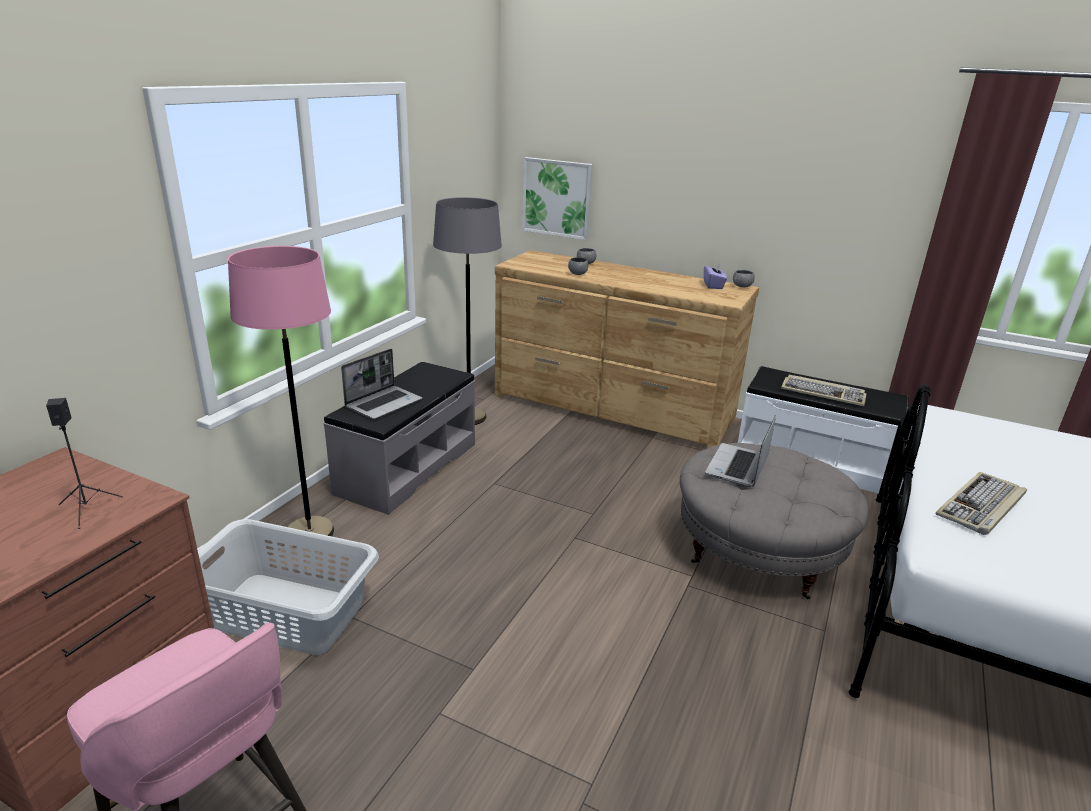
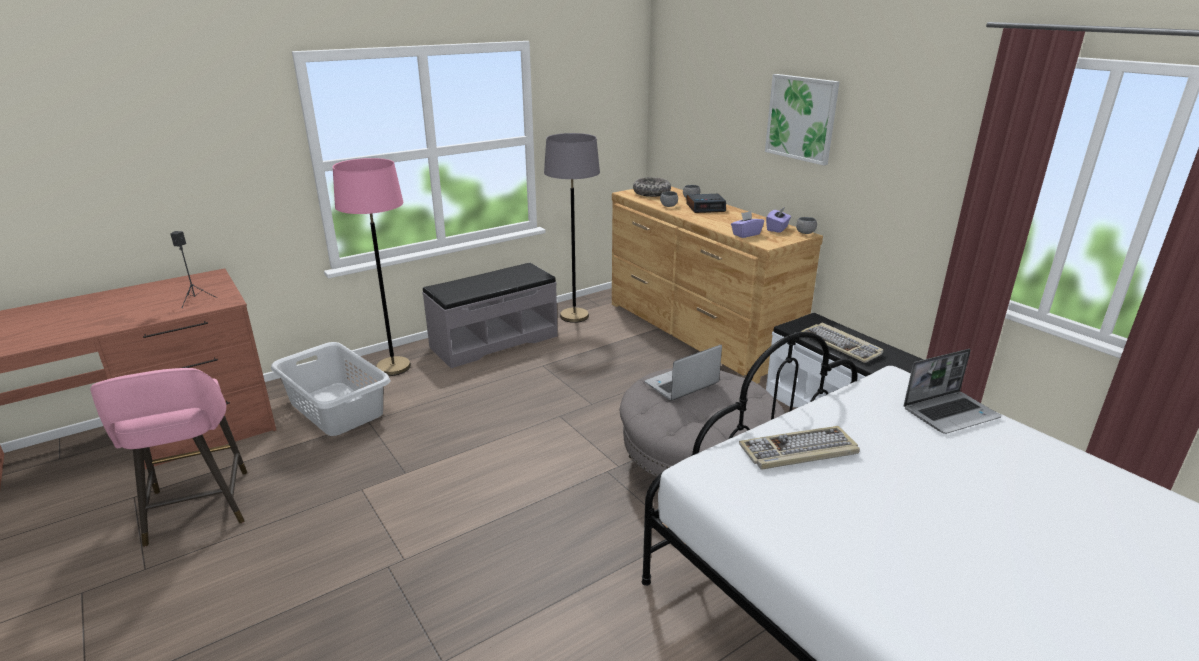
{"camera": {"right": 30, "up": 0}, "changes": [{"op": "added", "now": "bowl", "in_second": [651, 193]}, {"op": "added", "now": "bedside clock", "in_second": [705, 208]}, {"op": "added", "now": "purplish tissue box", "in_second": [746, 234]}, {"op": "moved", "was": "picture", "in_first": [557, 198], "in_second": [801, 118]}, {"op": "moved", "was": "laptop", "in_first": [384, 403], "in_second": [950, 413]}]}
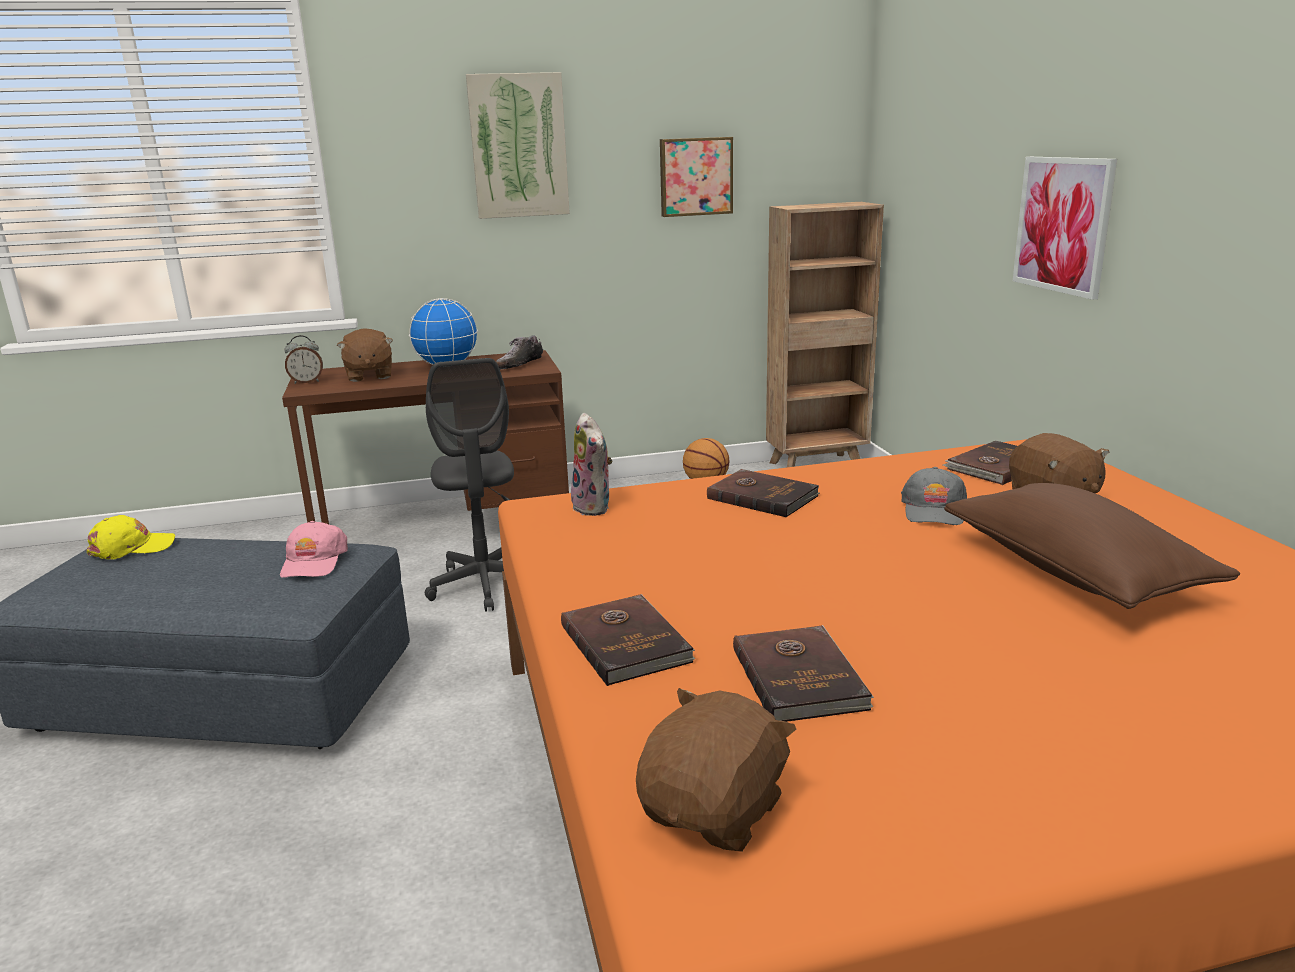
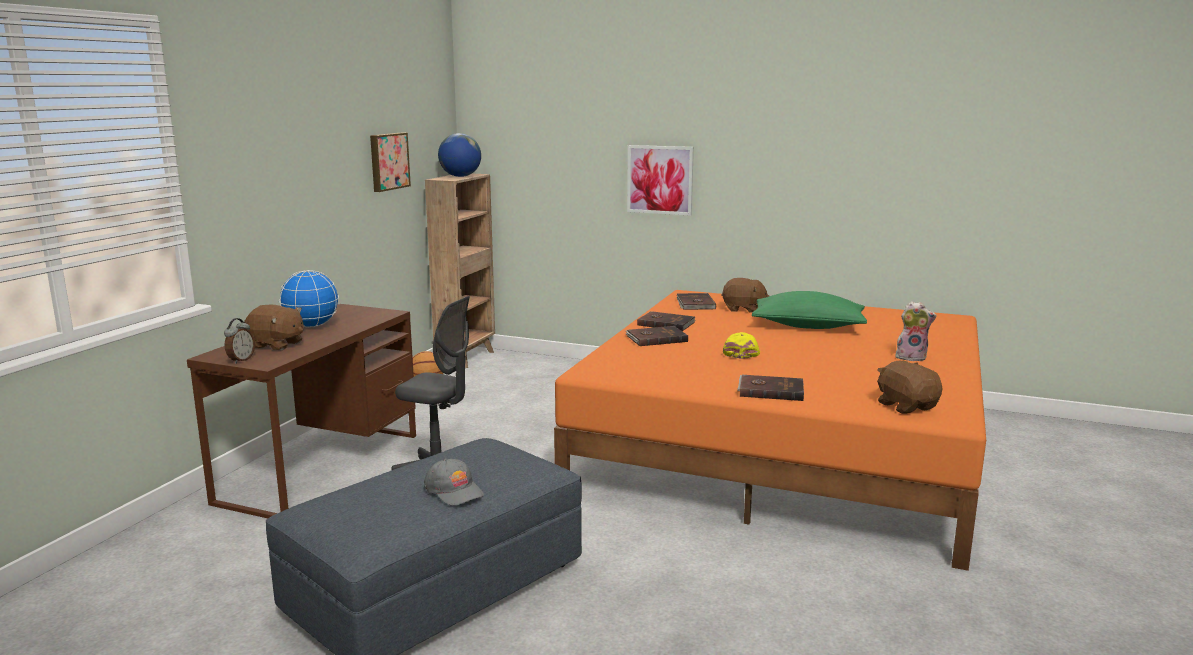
{"camera": {"right": -55, "up": -5}, "changes": [{"op": "moved", "was": "gray cap", "in_first": [934, 510], "in_second": [454, 491]}, {"op": "added", "now": "desk globe", "in_second": [460, 176]}, {"op": "moved", "was": "brownish bound book", "in_first": [800, 677], "in_second": [666, 323]}, {"op": "moved", "was": "yellowish cap", "in_first": [132, 548], "in_second": [741, 352]}, {"op": "recoloured", "was": "brownish cushion", "now": "green cushion", "in_first": [1073, 572], "in_second": [808, 326]}, {"op": "moved", "was": "cuddly toy", "in_first": [595, 507], "in_second": [911, 357]}, {"op": "removed", "was": "pinkish cap", "in_first": [314, 562]}, {"op": "removed", "was": "picture", "in_first": [518, 146]}, {"op": "removed", "was": "item of footwear", "in_first": [519, 364]}]}
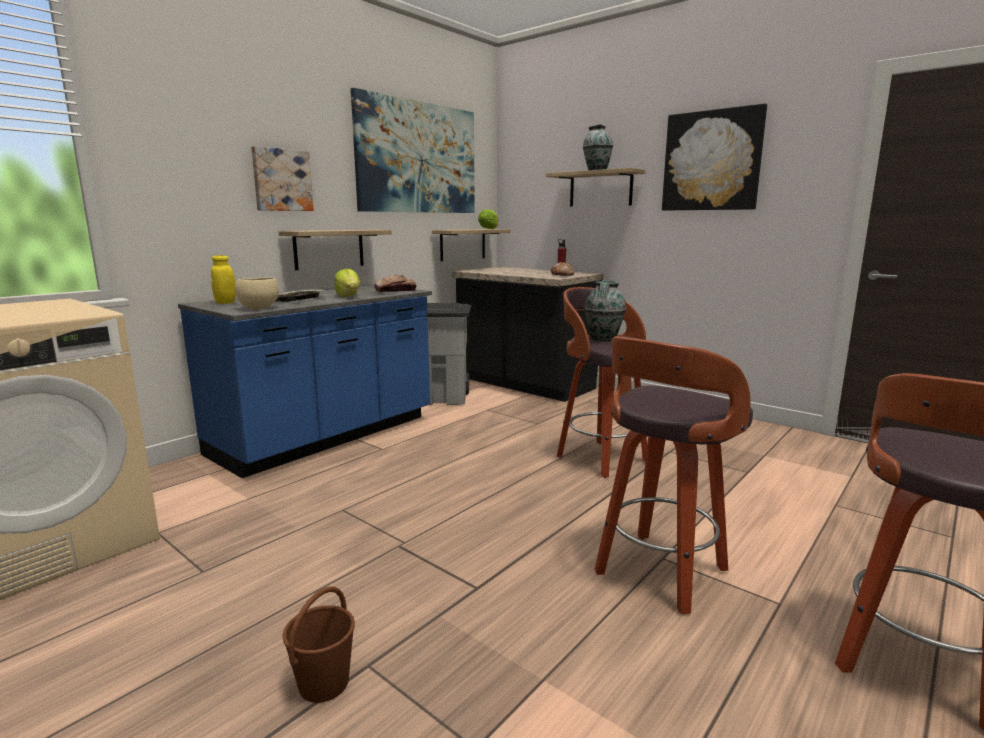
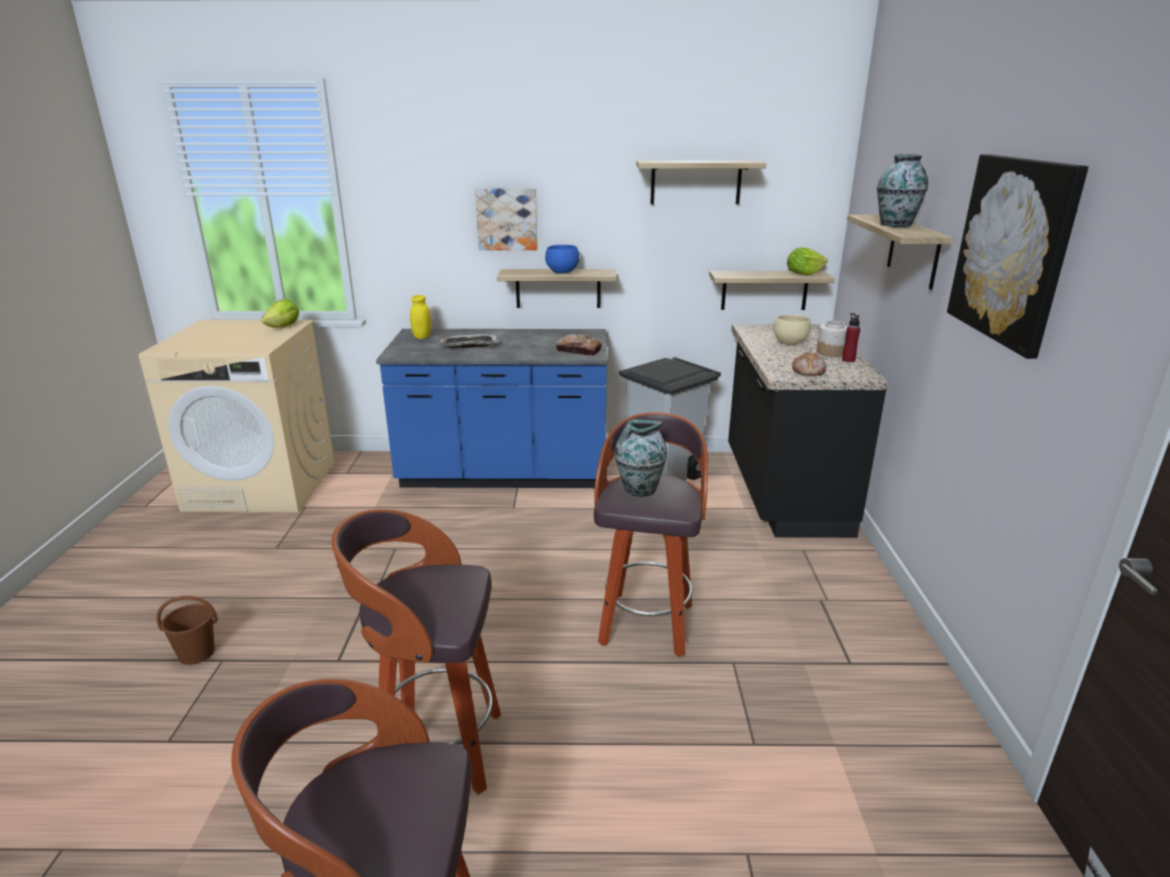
{"camera": {"right": 50, "up": 10}, "changes": [{"op": "moved", "was": "lettuce head", "in_first": [348, 296], "in_second": [284, 327]}, {"op": "added", "now": "blue bowl", "in_second": [561, 272]}, {"op": "replaced", "was": "picture", "now": "bracket shelf", "in_first": [418, 158], "in_second": [695, 182]}, {"op": "moved", "was": "beige bowl", "in_first": [258, 308], "in_second": [789, 343]}, {"op": "added", "now": "storage jar", "in_second": [831, 352]}]}
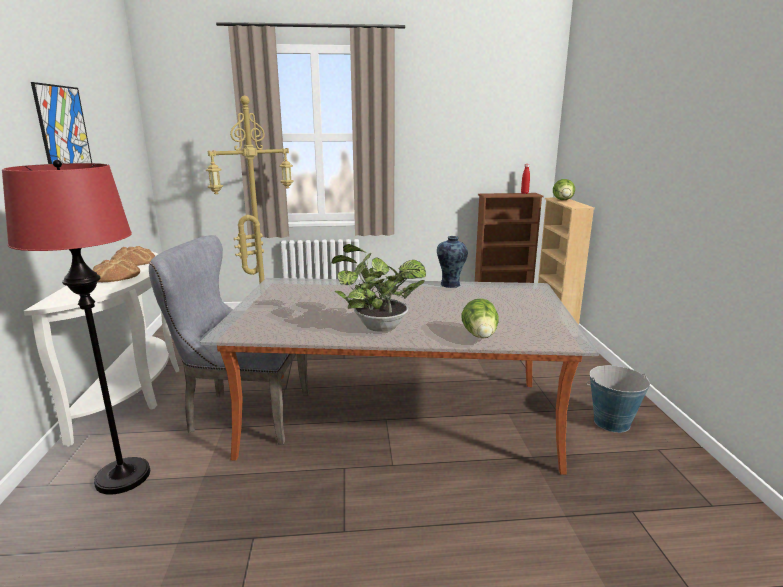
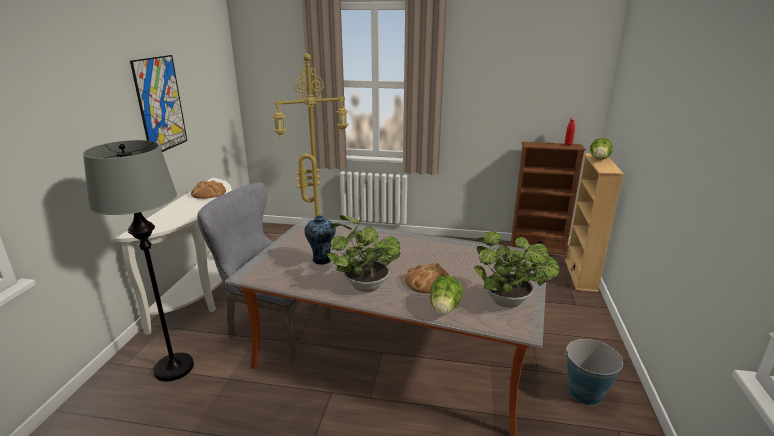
{"camera": {"right": 15, "up": 5}, "changes": [{"op": "recoloured", "was": "red floor lamp", "now": "gray floor lamp", "in_first": [123, 477], "in_second": [174, 368]}, {"op": "moved", "was": "decorative vase", "in_first": [450, 285], "in_second": [321, 260]}, {"op": "moved", "was": "bread", "in_first": [115, 275], "in_second": [428, 281]}, {"op": "added", "now": "plant in a pot", "in_second": [509, 303]}]}
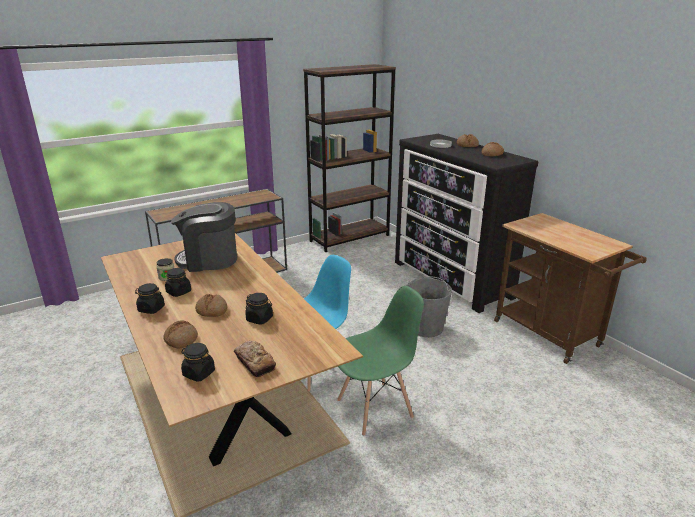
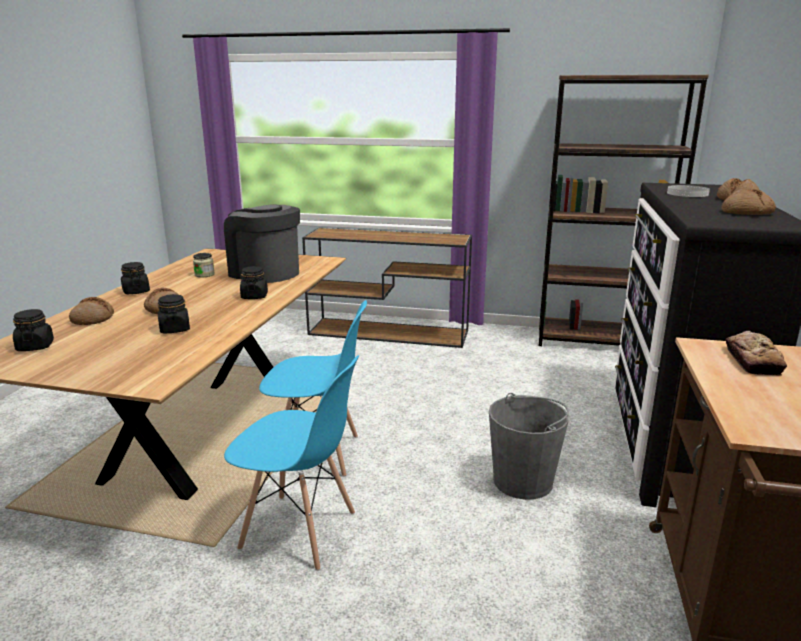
{"camera": {"right": 45, "up": -5}, "changes": [{"op": "recoloured", "was": "green chair", "now": "blue chair", "in_first": [375, 408], "in_second": [299, 531]}, {"op": "moved", "was": "black storage jar", "in_first": [178, 292], "in_second": [254, 296]}, {"op": "moved", "was": "bread", "in_first": [254, 362], "in_second": [752, 361]}]}
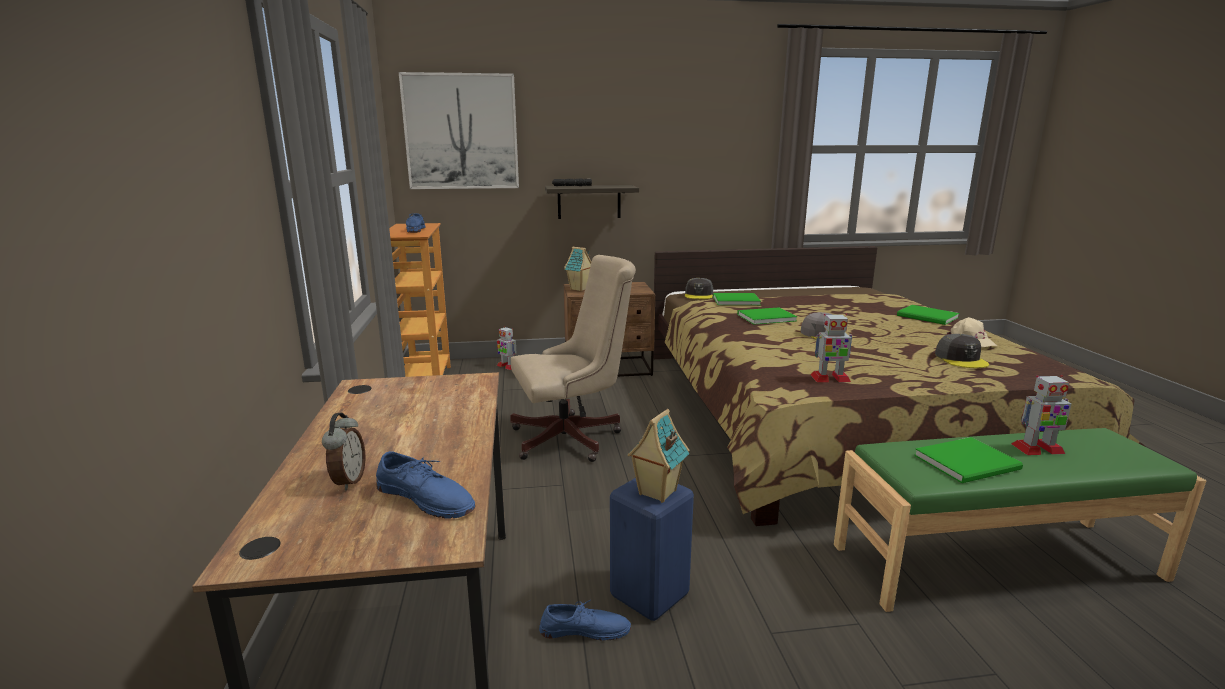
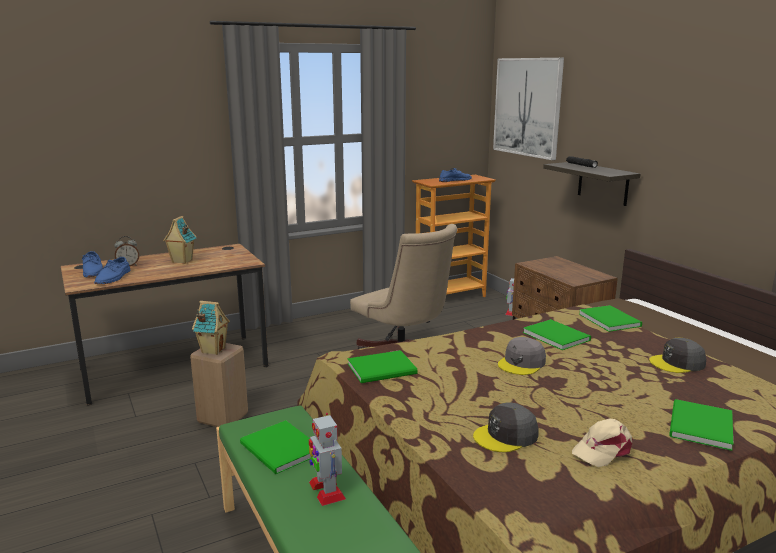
{"camera": {"right": 70, "up": 0}, "changes": [{"op": "moved", "was": "blue item of footwear", "in_first": [585, 629], "in_second": [93, 271]}, {"op": "moved", "was": "model house", "in_first": [580, 289], "in_second": [181, 261]}, {"op": "recoloured", "was": "blue sitting stool", "now": "beige sitting stool", "in_first": [652, 594], "in_second": [223, 419]}, {"op": "replaced", "was": "model robot", "now": "green bound book", "in_first": [829, 378], "in_second": [384, 369]}, {"op": "moved", "was": "gray cap", "in_first": [699, 295], "in_second": [677, 363]}]}
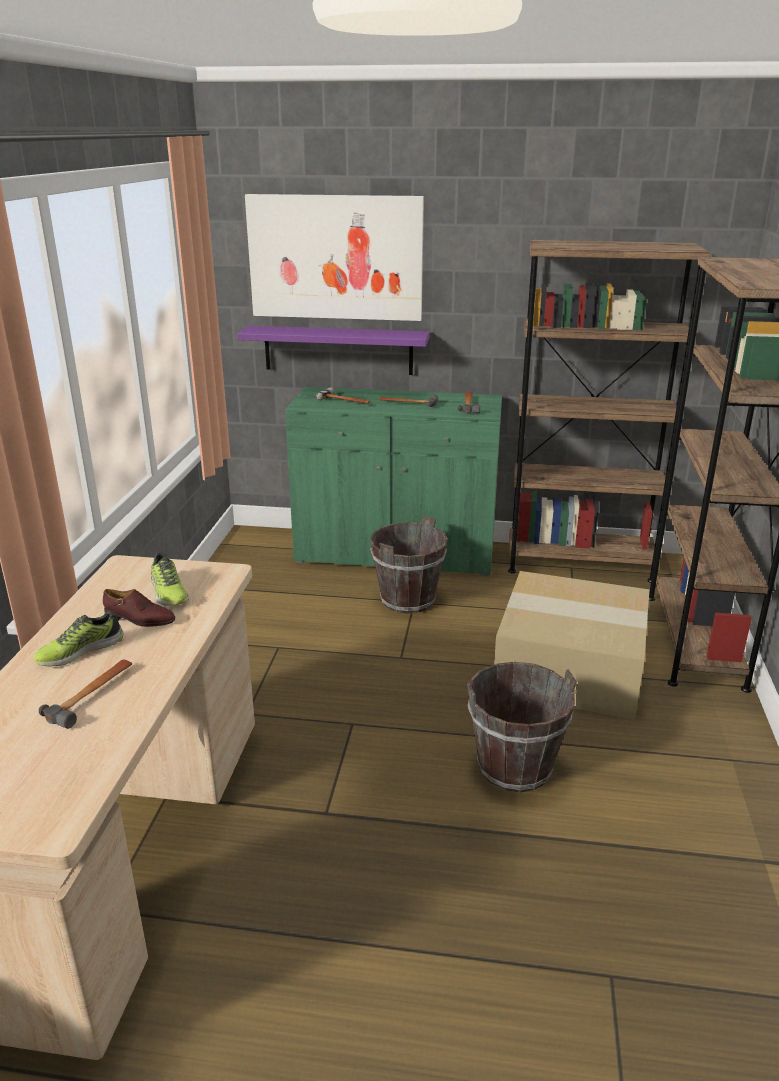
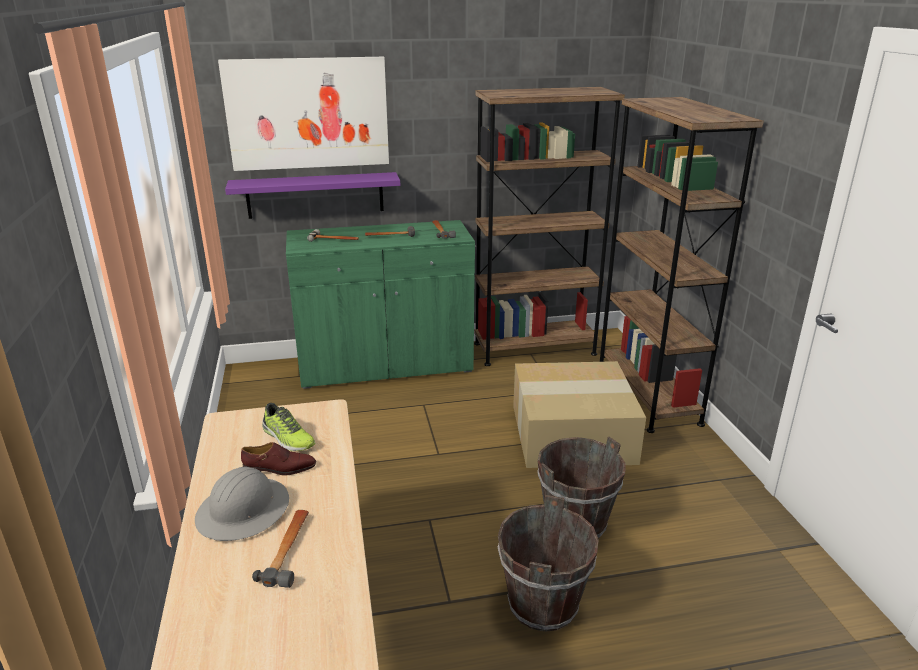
{"camera": {"right": -20, "up": 0}, "changes": [{"op": "replaced", "was": "item of footwear", "now": "gray work helmet", "in_first": [80, 651], "in_second": [244, 511]}, {"op": "moved", "was": "brownish pail", "in_first": [408, 600], "in_second": [543, 605]}]}
